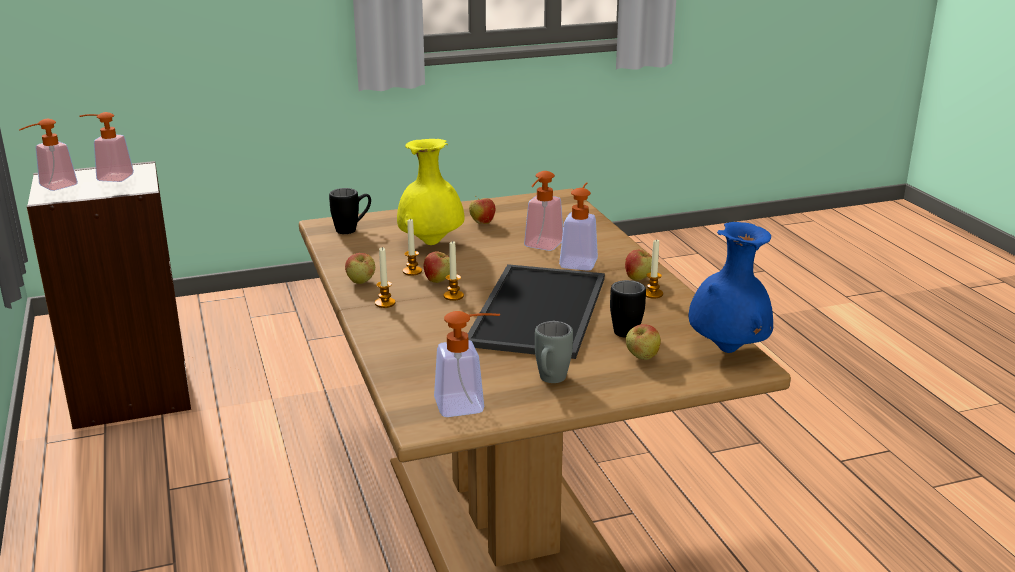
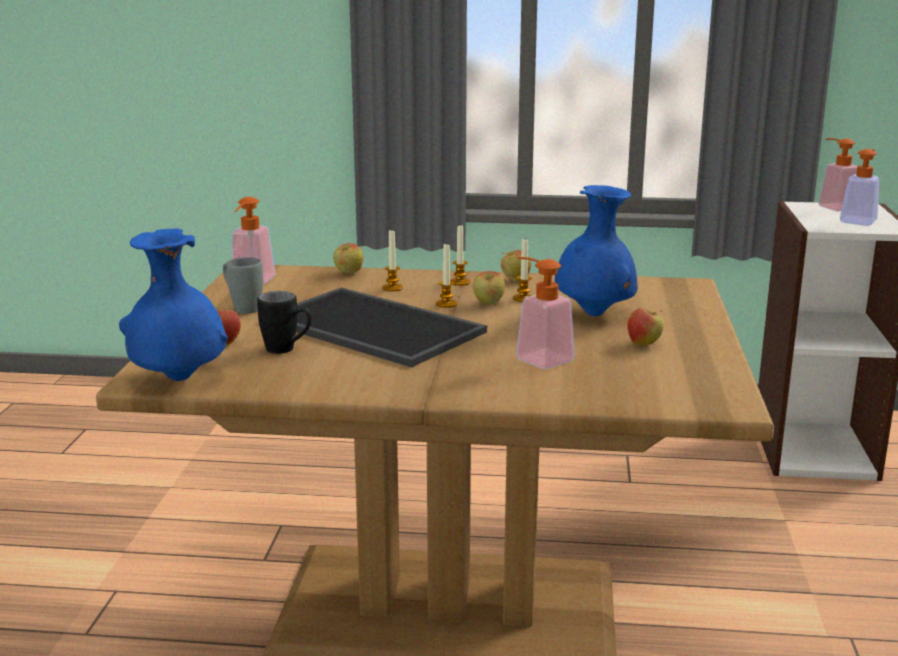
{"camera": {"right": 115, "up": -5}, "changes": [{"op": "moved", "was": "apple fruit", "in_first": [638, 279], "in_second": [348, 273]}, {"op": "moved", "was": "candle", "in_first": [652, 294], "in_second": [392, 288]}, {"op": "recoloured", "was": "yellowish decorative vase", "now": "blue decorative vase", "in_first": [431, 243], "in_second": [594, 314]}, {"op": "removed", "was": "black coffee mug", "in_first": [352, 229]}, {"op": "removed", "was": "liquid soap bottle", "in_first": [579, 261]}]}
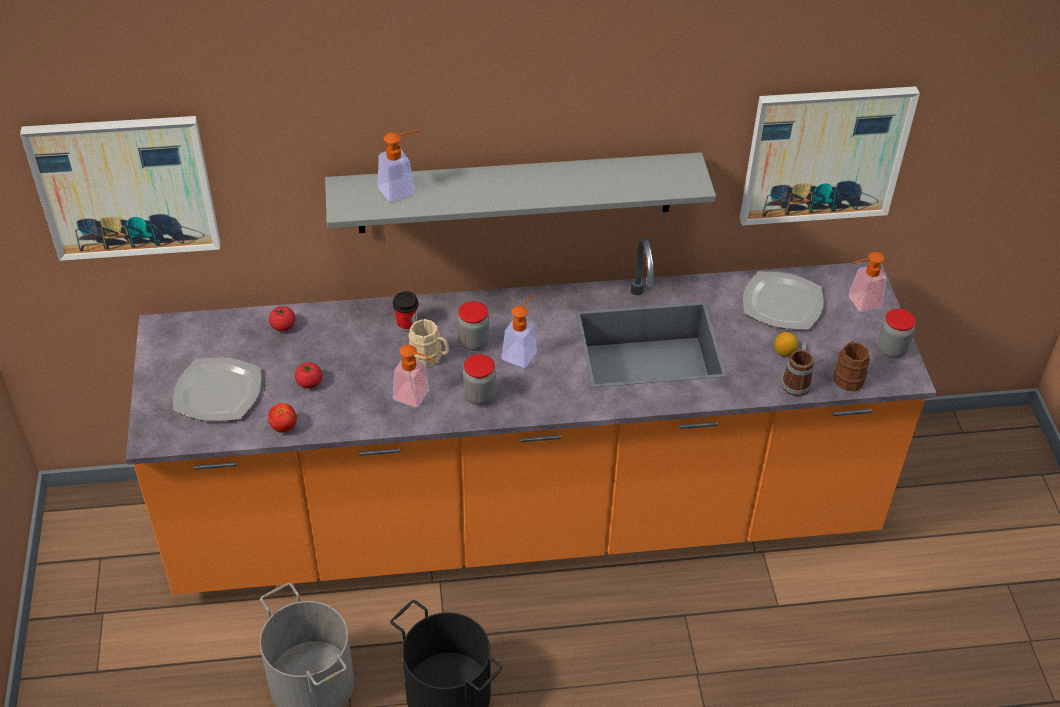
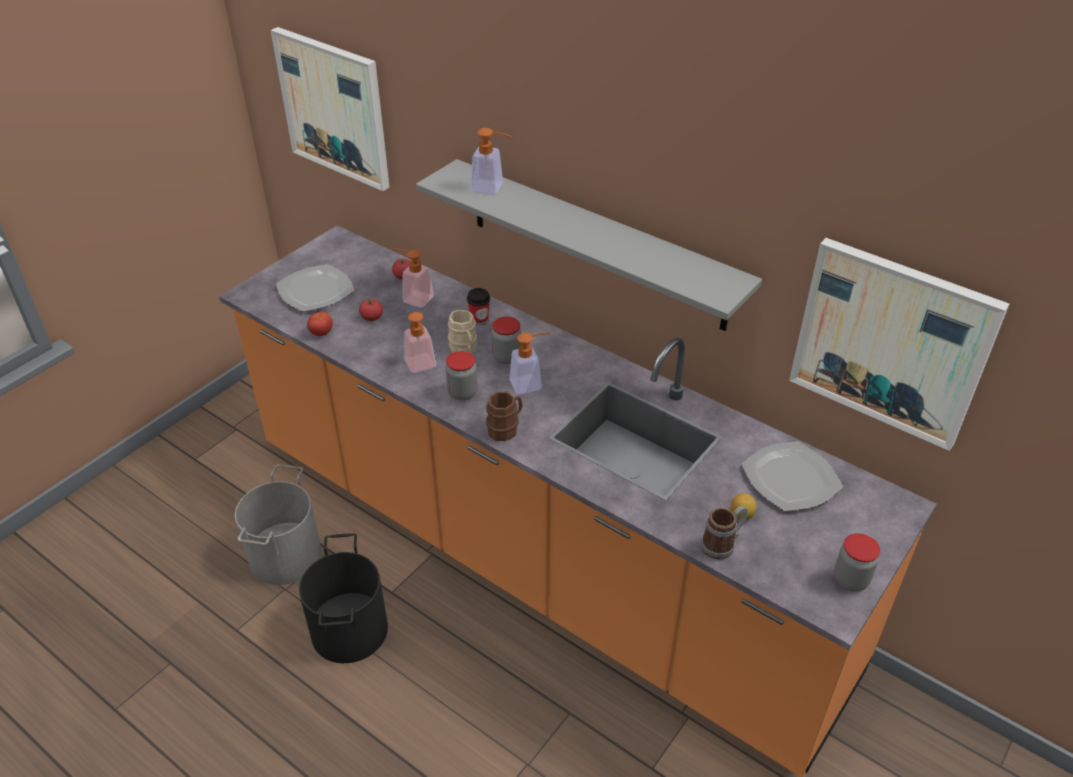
{"camera": {"right": 45, "up": -5}, "changes": [{"op": "moved", "was": "liquid soap bottle", "in_first": [859, 303], "in_second": [413, 298]}, {"op": "moved", "was": "brownish coffee mug", "in_first": [848, 376], "in_second": [506, 428]}]}
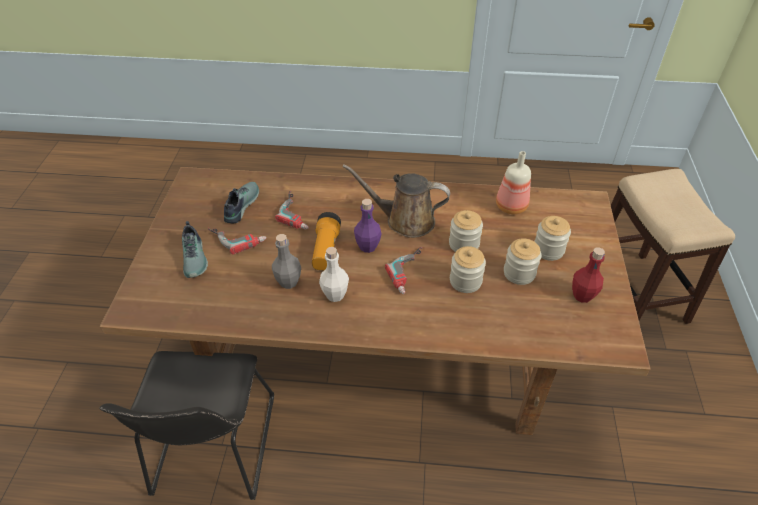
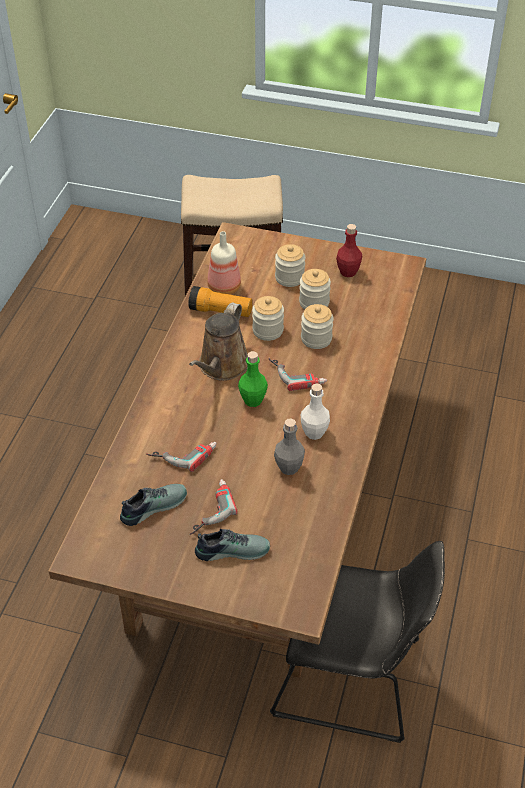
{"camera": {"right": -80, "up": 0}, "changes": [{"op": "turned", "was": "item of footwear", "in_first": [240, 205], "in_second": [152, 506], "clockwise": 120}, {"op": "moved", "was": "torch", "in_first": [326, 249], "in_second": [220, 311]}, {"op": "recoloured", "was": "purplish bottle", "now": "green bottle", "in_first": [368, 246], "in_second": [253, 400]}]}
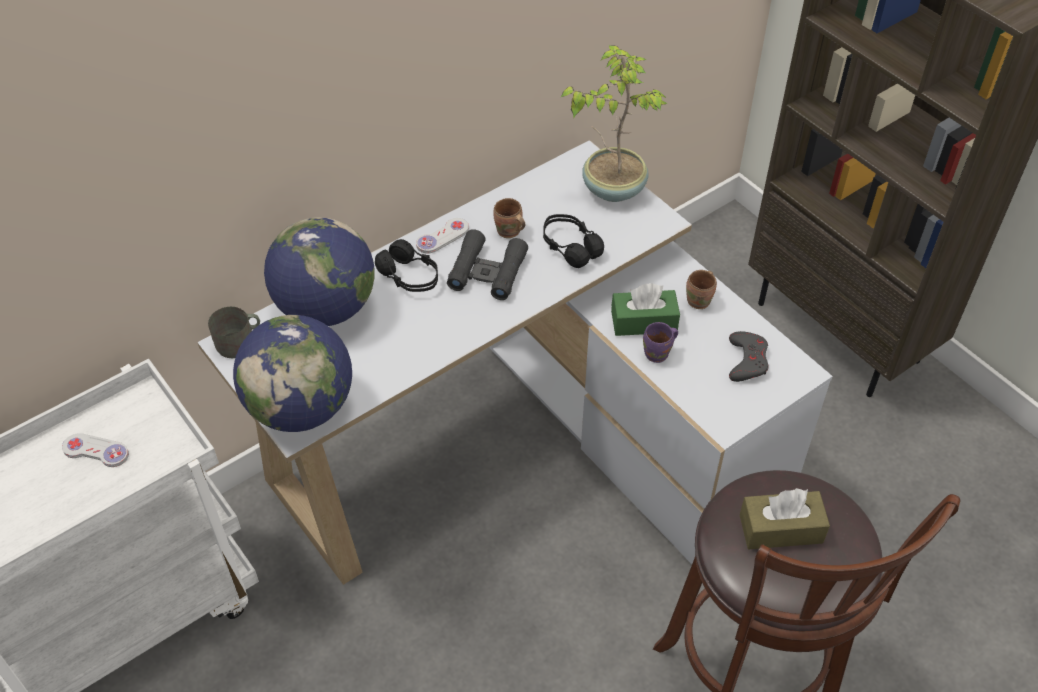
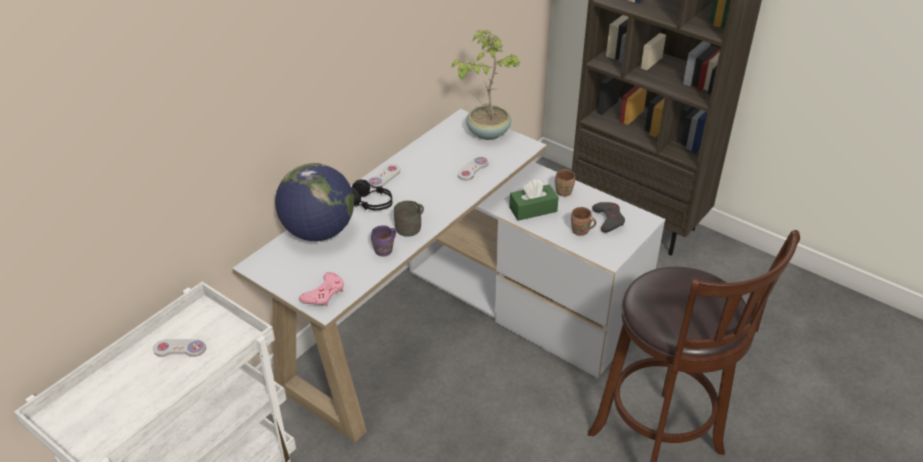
{"camera": {"right": -15, "up": -10}, "changes": [{"op": "replaced", "was": "desk globe", "now": "pinkish game controller", "in_first": [301, 408], "in_second": [324, 293]}, {"op": "moved", "was": "purplish coffee mug", "in_first": [658, 354], "in_second": [385, 251]}, {"op": "moved", "was": "gray coffee mug", "in_first": [240, 342], "in_second": [411, 226]}, {"op": "replaced", "was": "black pair of headphones", "now": "white game controller", "in_first": [570, 247], "in_second": [473, 169]}, {"op": "moved", "was": "brownish coffee mug", "in_first": [508, 232], "in_second": [580, 232]}, {"op": "removed", "was": "black binoculars", "in_first": [487, 271]}, {"op": "removed", "was": "brownish tissue box", "in_first": [781, 529]}]}
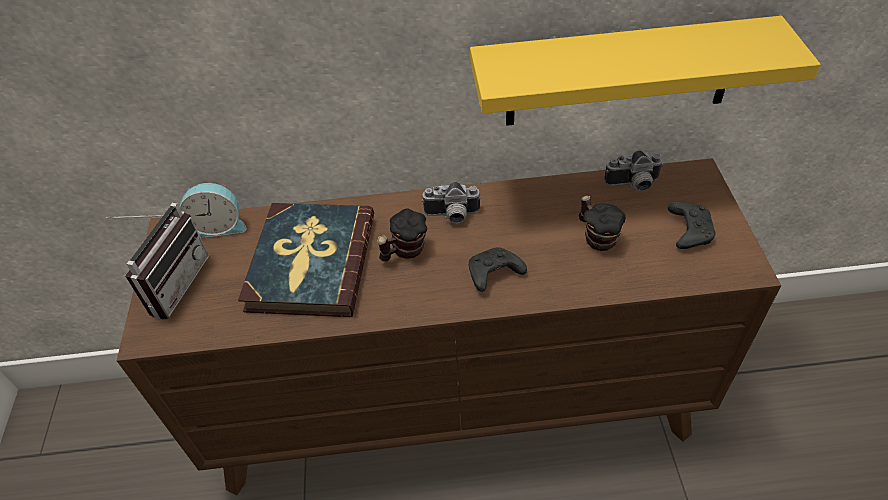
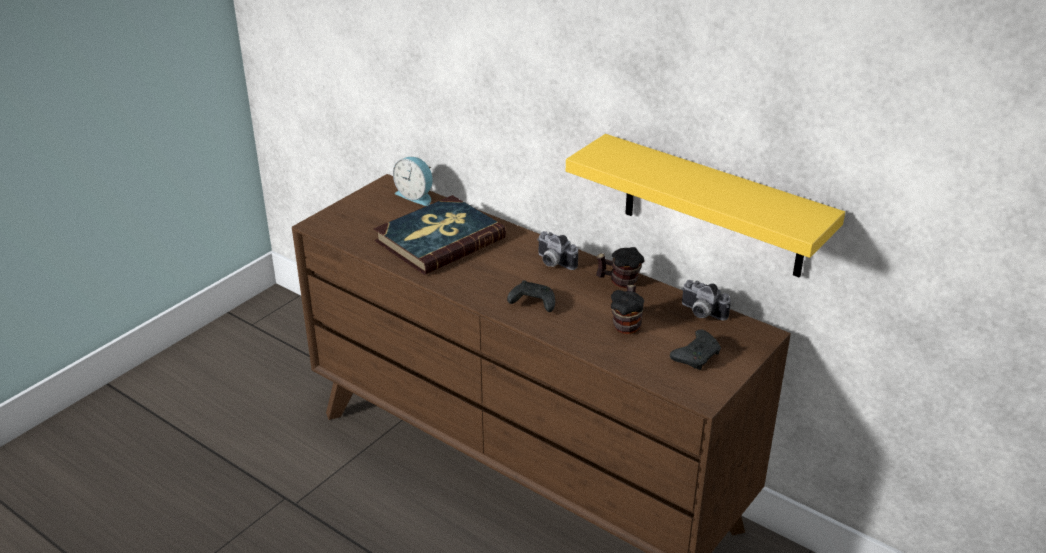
{"camera": {"right": 40, "up": -15}, "changes": [{"op": "moved", "was": "coffee mug", "in_first": [404, 252], "in_second": [619, 282]}, {"op": "removed", "was": "radio", "in_first": [172, 283]}]}
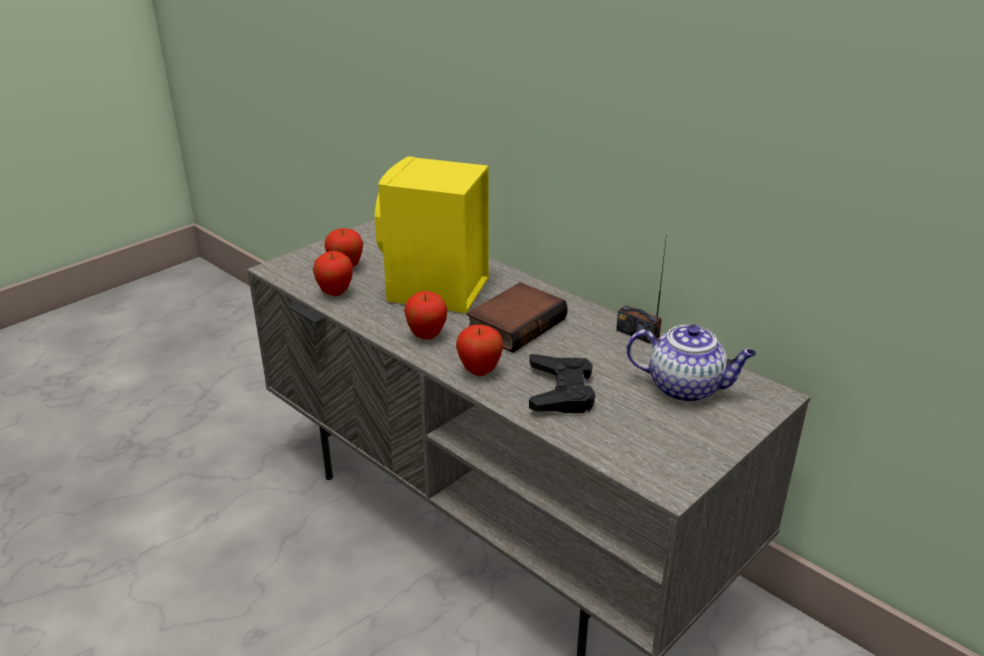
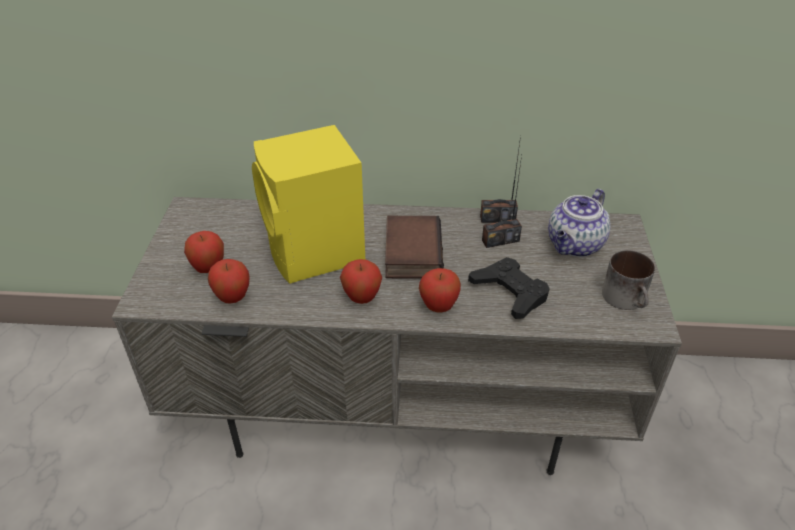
{"camera": {"right": -40, "up": 10}, "changes": [{"op": "added", "now": "radio", "in_second": [500, 240]}, {"op": "turned", "was": "pot for tea", "in_first": [686, 388], "in_second": [575, 245], "clockwise": 150}, {"op": "added", "now": "coffee mug", "in_second": [628, 299]}]}
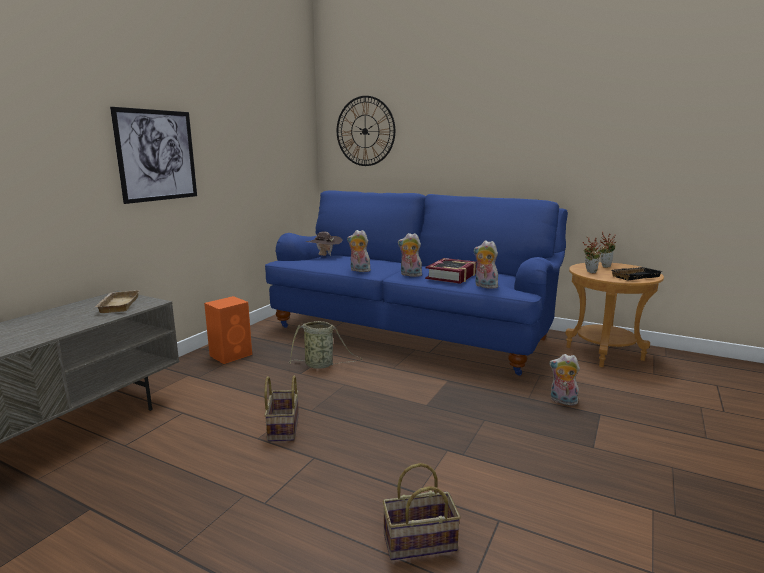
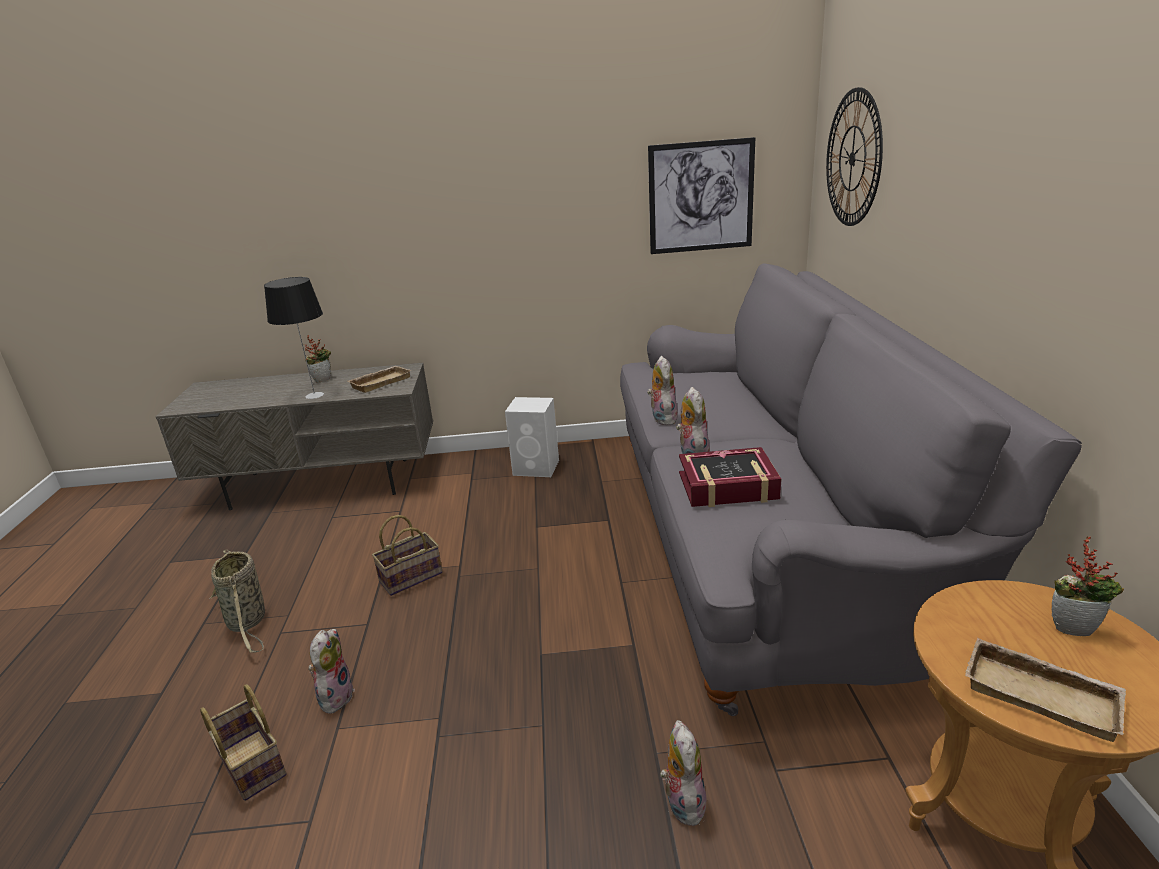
{"camera": {"right": 60, "up": 10}, "changes": [{"op": "moved", "was": "household basket", "in_first": [321, 365], "in_second": [248, 622]}, {"op": "added", "now": "tabletop lamp", "in_second": [314, 395]}, {"op": "moved", "was": "plant in a pot", "in_first": [589, 272], "in_second": [323, 379]}, {"op": "moved", "was": "cuddly toy", "in_first": [484, 286], "in_second": [335, 696]}, {"op": "recoloured", "was": "orangey speaker", "now": "white speaker", "in_first": [231, 355], "in_second": [537, 468]}, {"op": "recoloured", "was": "blue sofa", "now": "gray sofa", "in_first": [411, 331], "in_second": [765, 543]}, {"op": "moved", "was": "picture", "in_first": [157, 155], "in_second": [701, 197]}, {"op": "recoloured", "was": "black tray", "now": "beige tray", "in_first": [634, 276], "in_second": [1042, 694]}, {"op": "removed", "was": "brownish hat", "in_first": [324, 256]}]}
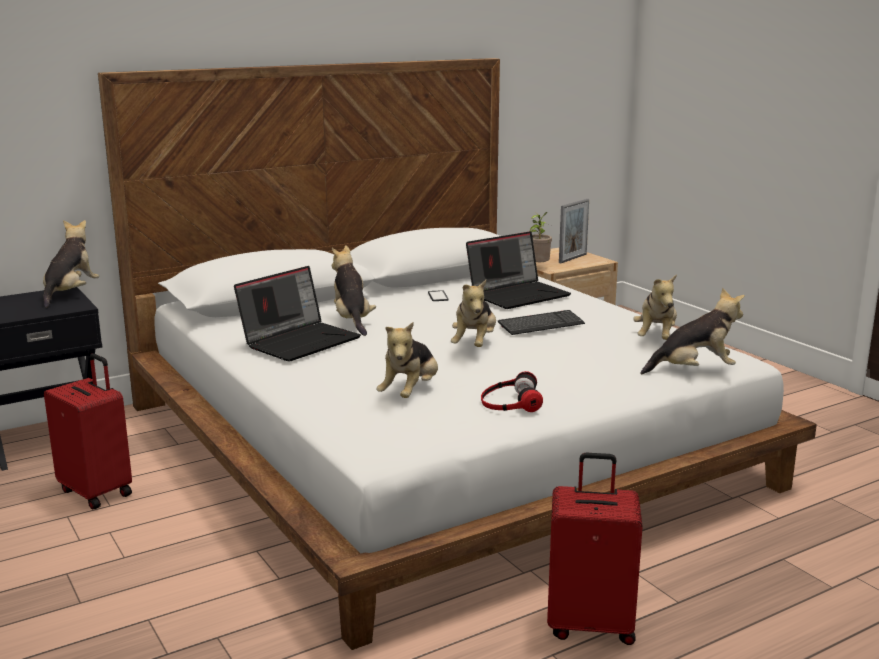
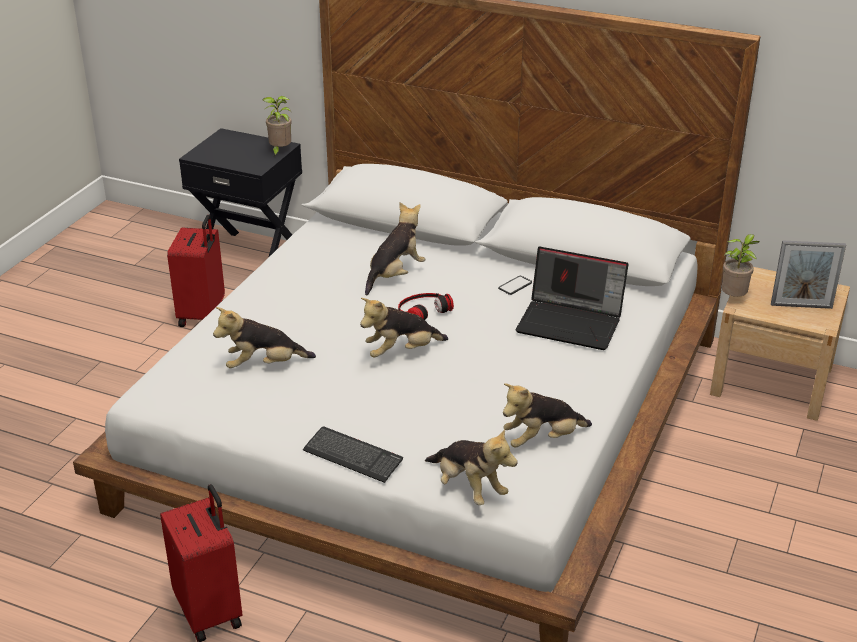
{"camera": {"right": 55, "up": 15}, "changes": [{"op": "replaced", "was": "cuddly toy", "now": "plant in a pot", "in_first": [70, 293], "in_second": [279, 151]}, {"op": "moved", "was": "PC keyboard", "in_first": [541, 324], "in_second": [353, 456]}, {"op": "moved", "was": "pair of headphones", "in_first": [510, 402], "in_second": [422, 310]}, {"op": "removed", "was": "laptop", "in_first": [300, 341]}]}
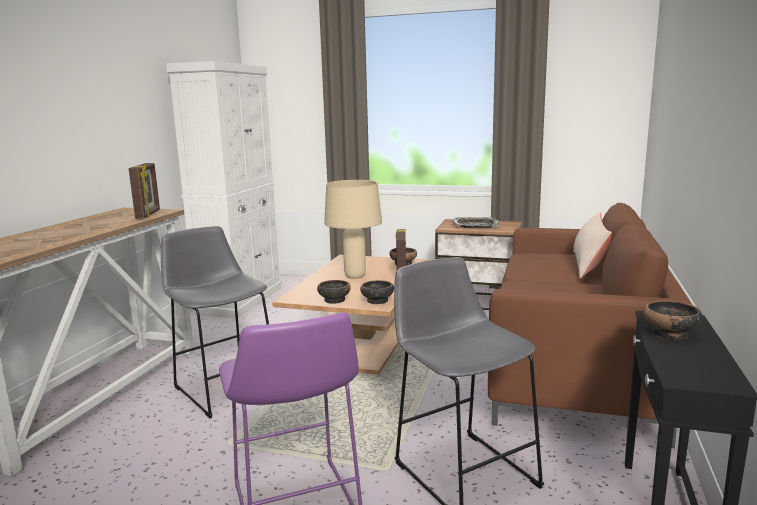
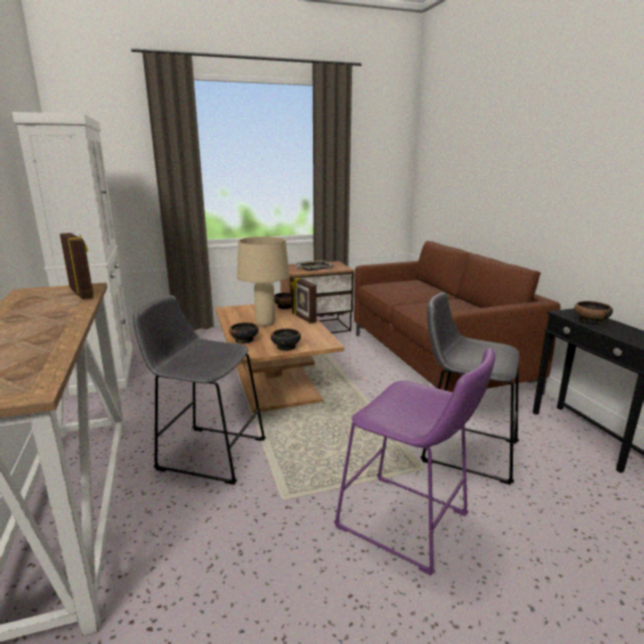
{"camera": {"right": -35, "up": 5}, "changes": [{"op": "moved", "was": "bowl", "in_first": [377, 301], "in_second": [244, 340]}, {"op": "removed", "was": "beige cushion", "in_first": [589, 264]}]}
